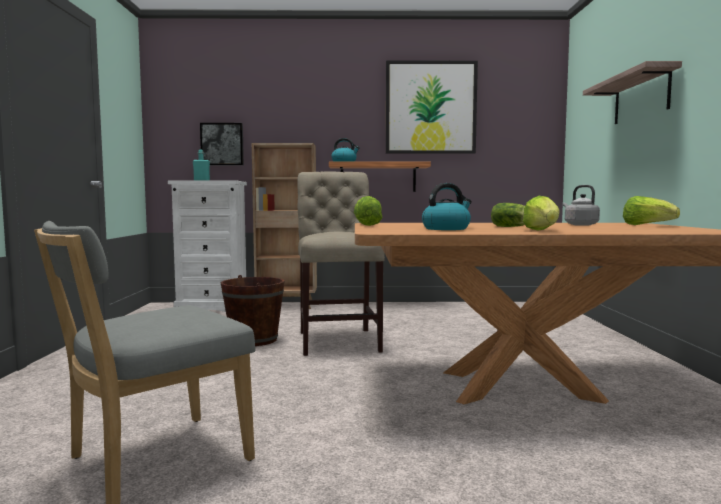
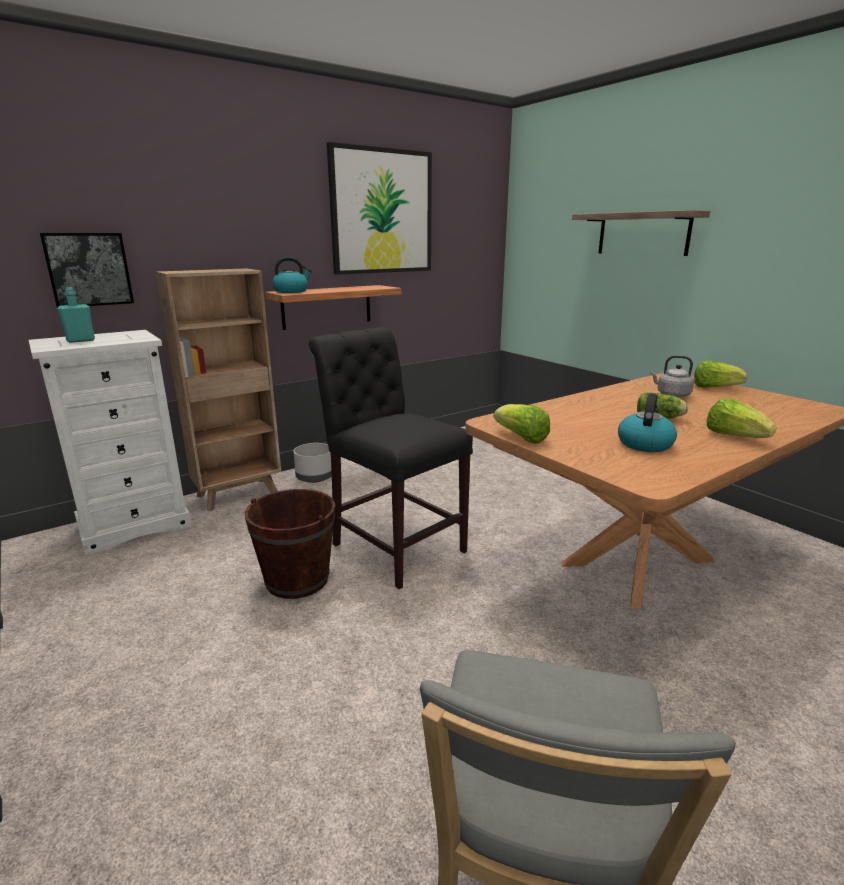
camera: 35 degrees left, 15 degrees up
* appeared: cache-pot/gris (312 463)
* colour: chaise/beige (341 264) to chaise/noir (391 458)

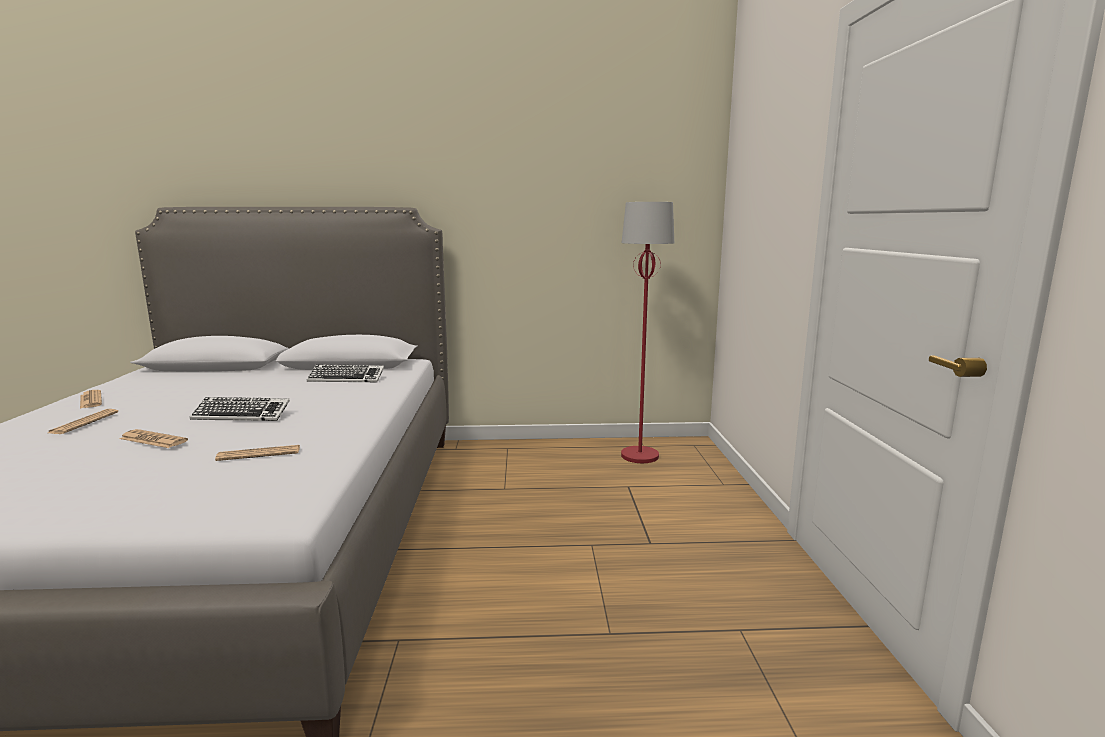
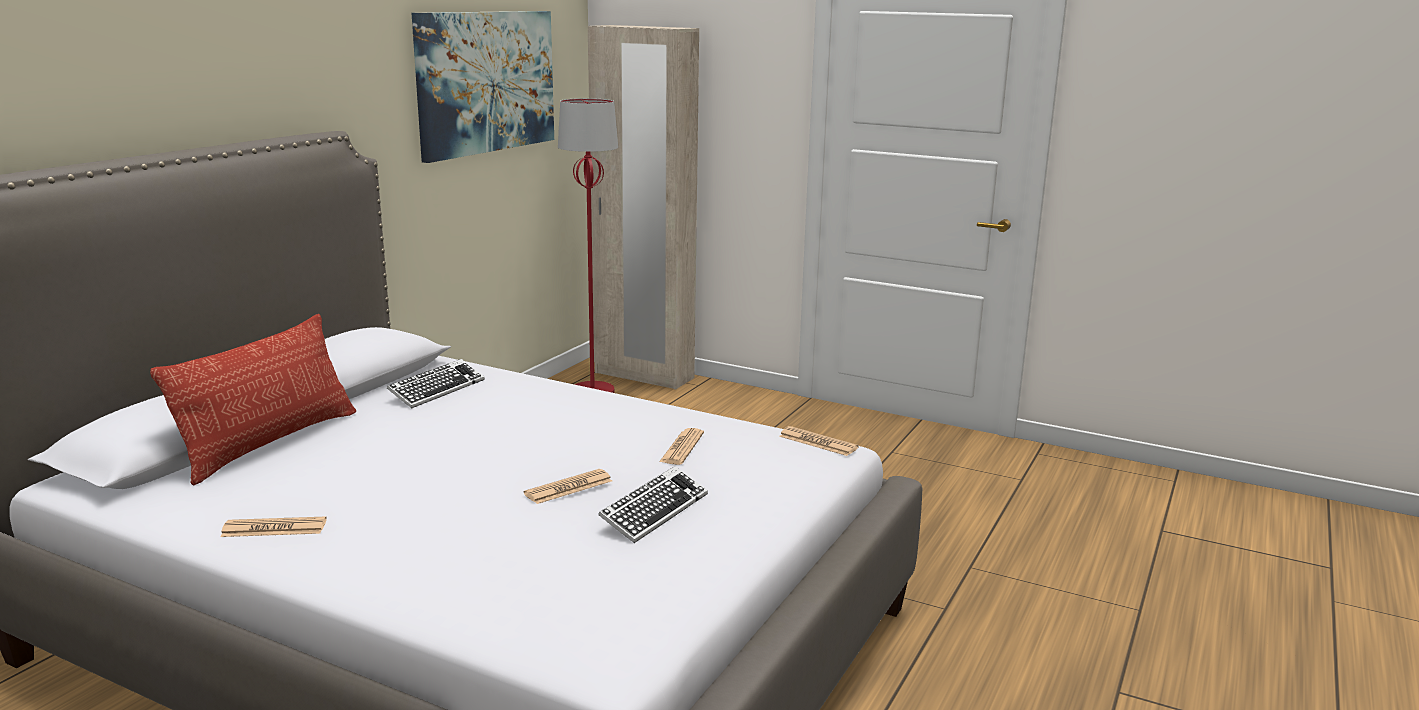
camera: 60 degrees left, 5 degrees up
* appeared: coussin (253 399)
* appeared: tableau (483 87)
* appeared: armoire/beige (643 207)
* relocated: clavier (240 409) to (653 504)
* relocated: journal (83 421) to (819 441)

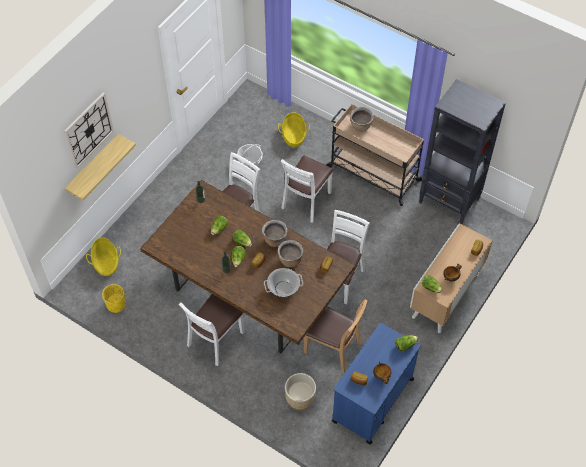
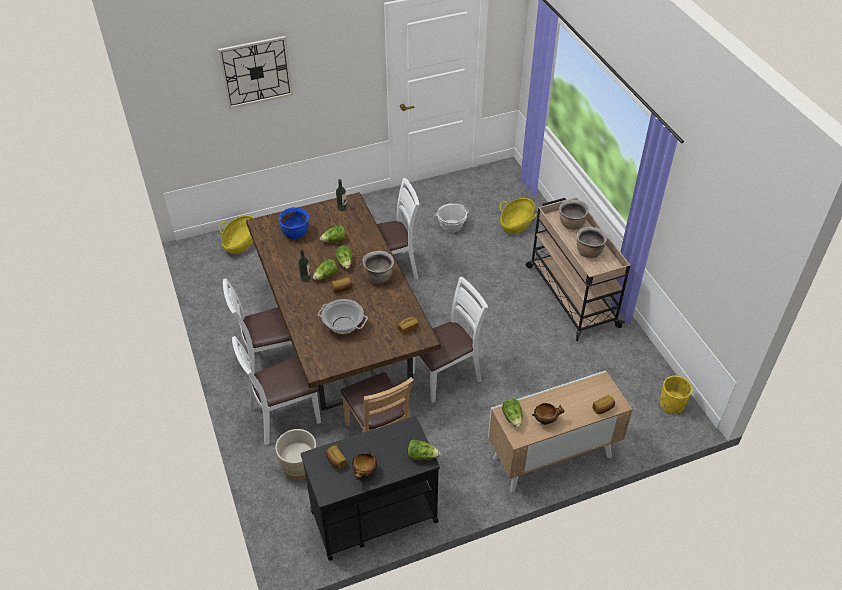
camera: 35 degrees right, 10 degrees down
* relocated: chaise/blanc (307 189) to (276 390)
* appeared: marmite/bleu (294 223)
* colour: chariot/bleu (376 383) to chariot/noir (370 488)
* relocated: marmite/marron (290 253) to (592 242)
* relocated: cache-pot/jaune (114 298) to (676 395)
* missing: étagère (100 167)
* missing: bibliothèque/noir (462 151)

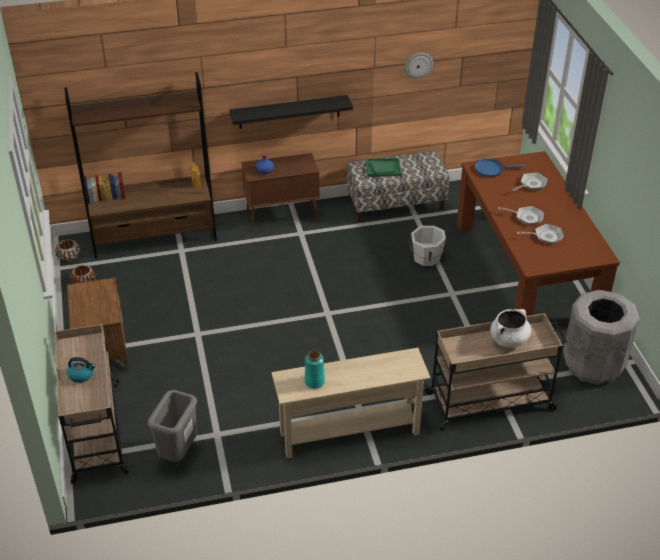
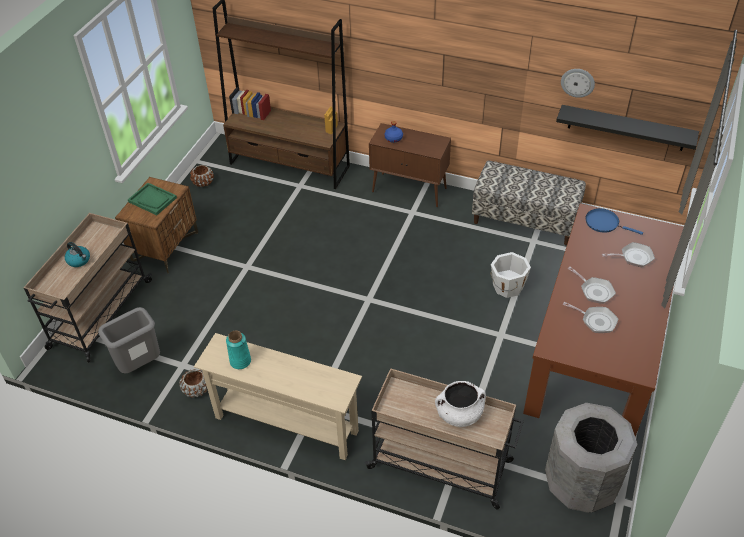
camera: 35 degrees right, 5 degrees up
* relocated: plateau/vert (383 167) to (152 199)
* relocated: cache-pot/marron (67 250) to (193 383)
* relocated: étagère/noir (291 112) to (627 128)

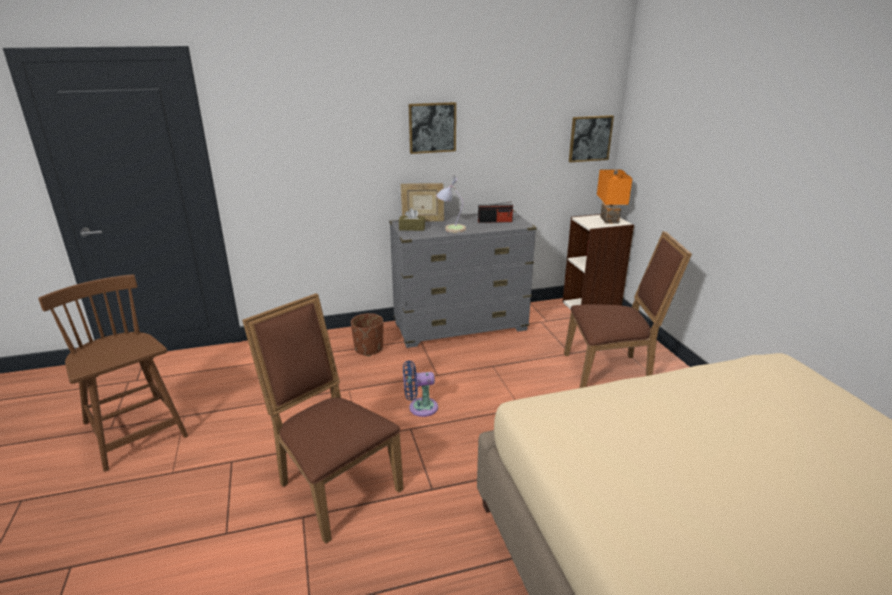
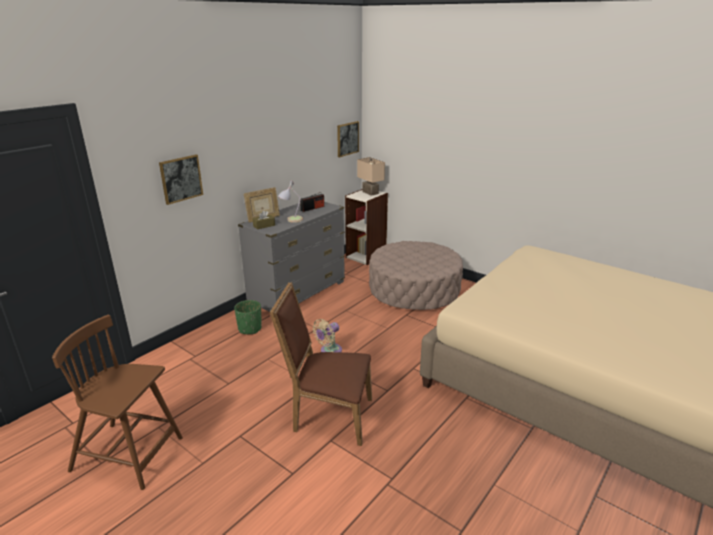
camera: 35 degrees left, 0 degrees up
* relocated: tableau (432 128) to (181 180)
* colour: cache-pot/marron (367 334) to cache-pot/vert (248 317)
* colour: ventilateur/bleu (420 389) to ventilateur/beige (327 335)
* colour: lampe de table/orange (614 196) to lampe de table/beige (371 176)
* exchanged: chaise/marron (628 309) to pouf/beige (416 275)

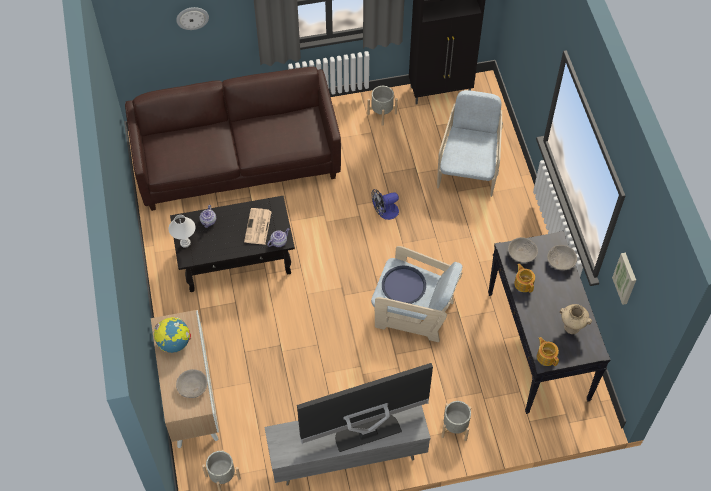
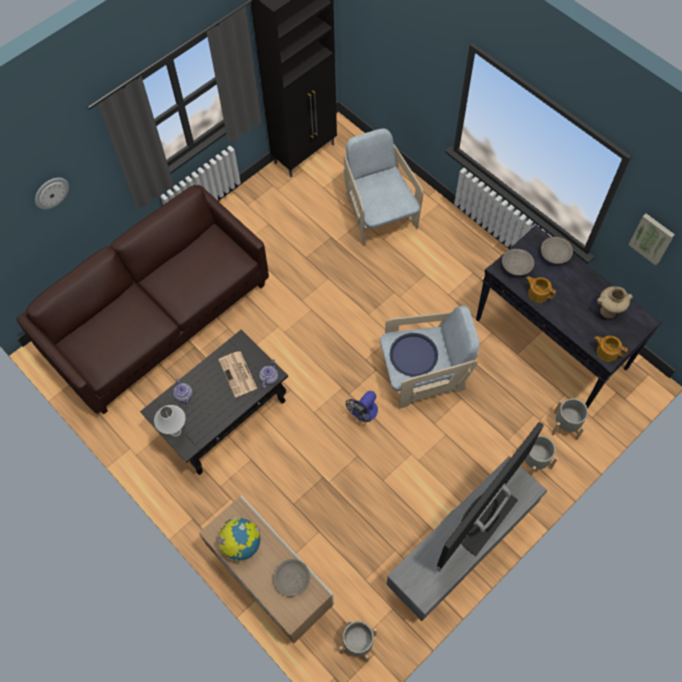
camera: 30 degrees left, 5 degrees up
* relocated: ventilateur (385 204) to (362 406)
* relocated: cache-pot/gris (382 106) to (569 419)

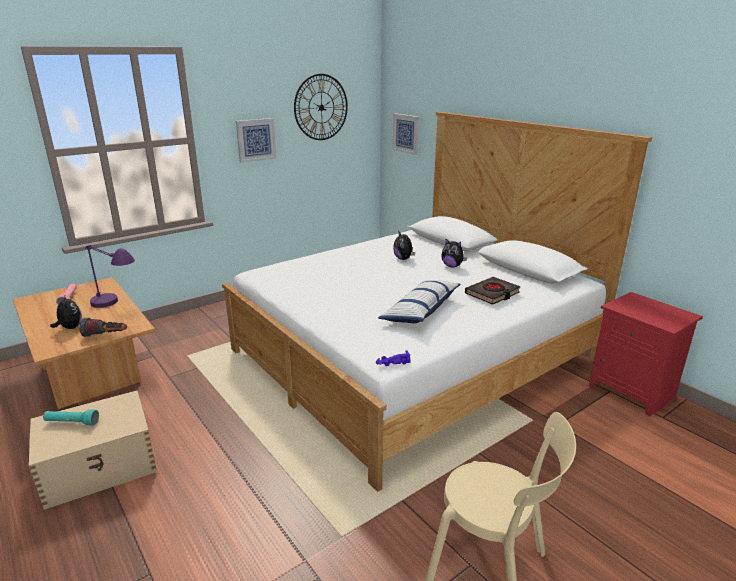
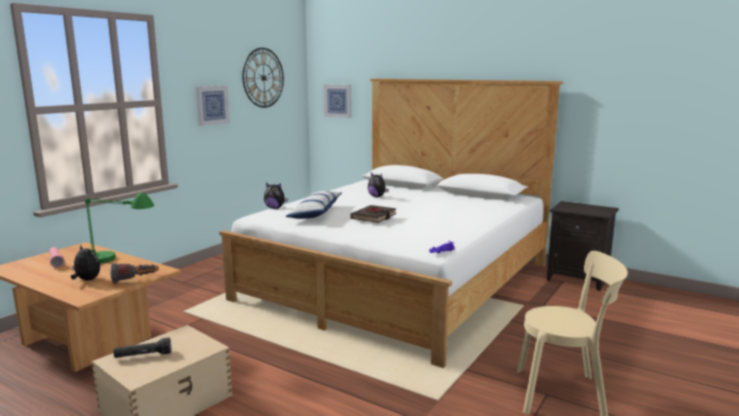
camera: 20 degrees left, 10 degrees down
* colour: lampe de table/violet (110 276) to lampe de table/vert (119 228)
* colour: lampe de poche/turquoise (71 417) to lampe de poche/noir (142 347)
* relocated: peluche (454 253) to (276 196)
* relocated: coussin (419 301) to (313 205)
* relocated: livre/noir (493 291) to (373 214)
* colour: table de chevet/rouge (646 354) to table de chevet/noir (583 246)

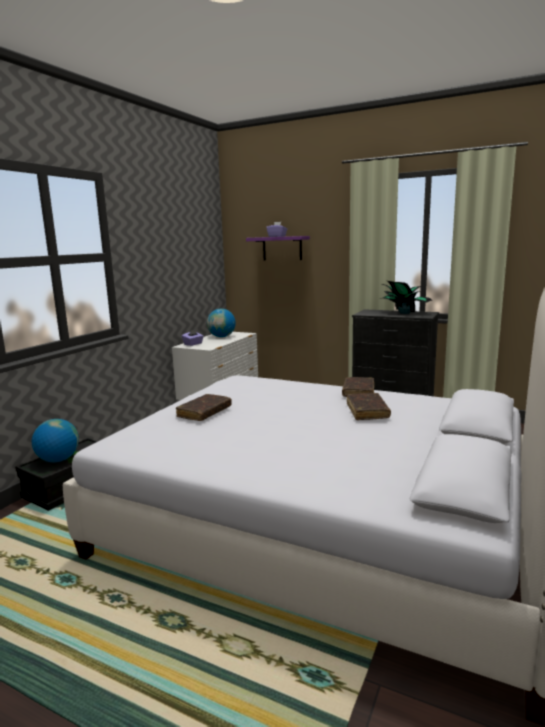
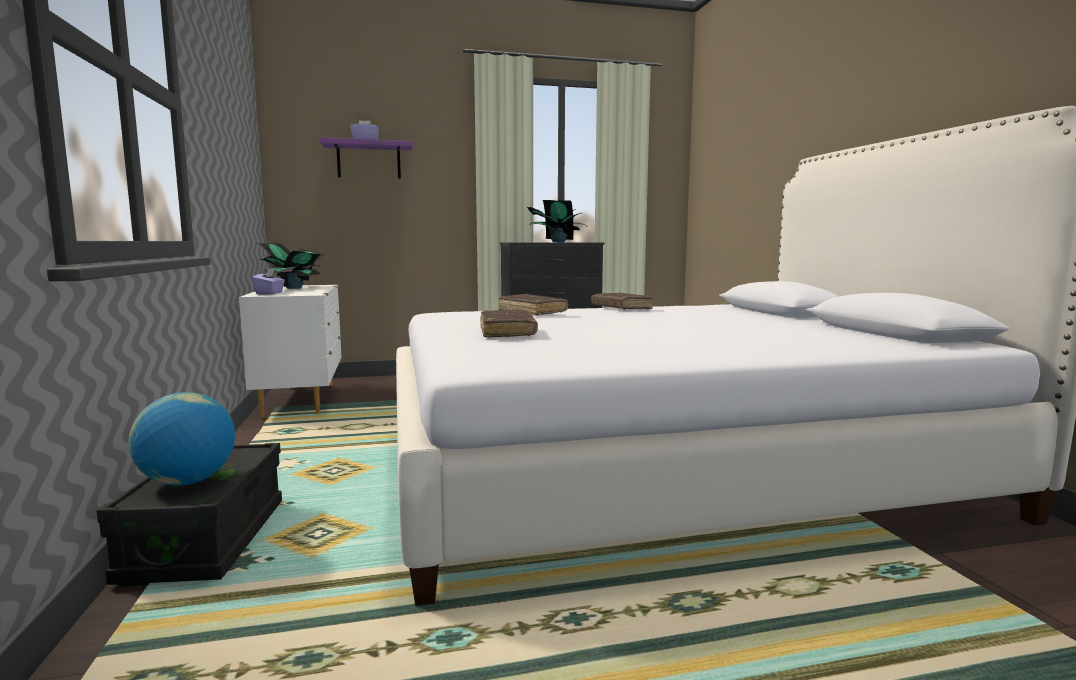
camera: 40 degrees left, 5 degrees down
* exchanged: globe (221 323) to plante en pot (291 265)
* relocated: livre/marron (369 406) to (533 305)

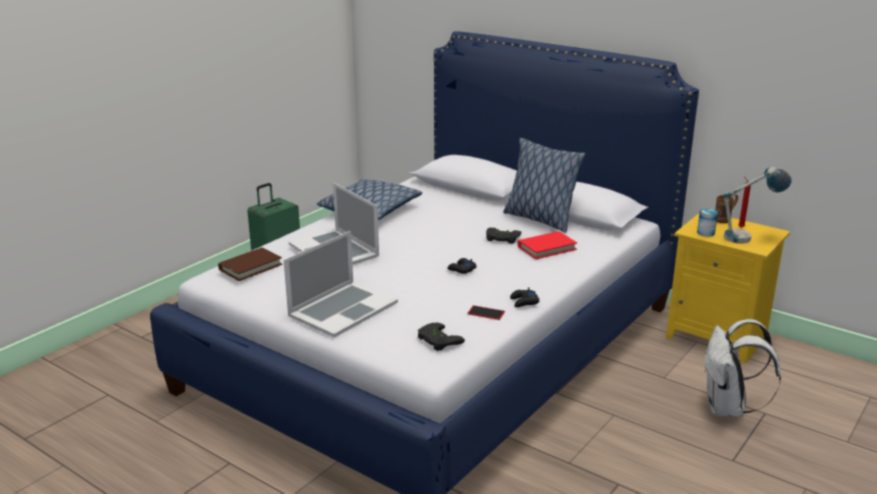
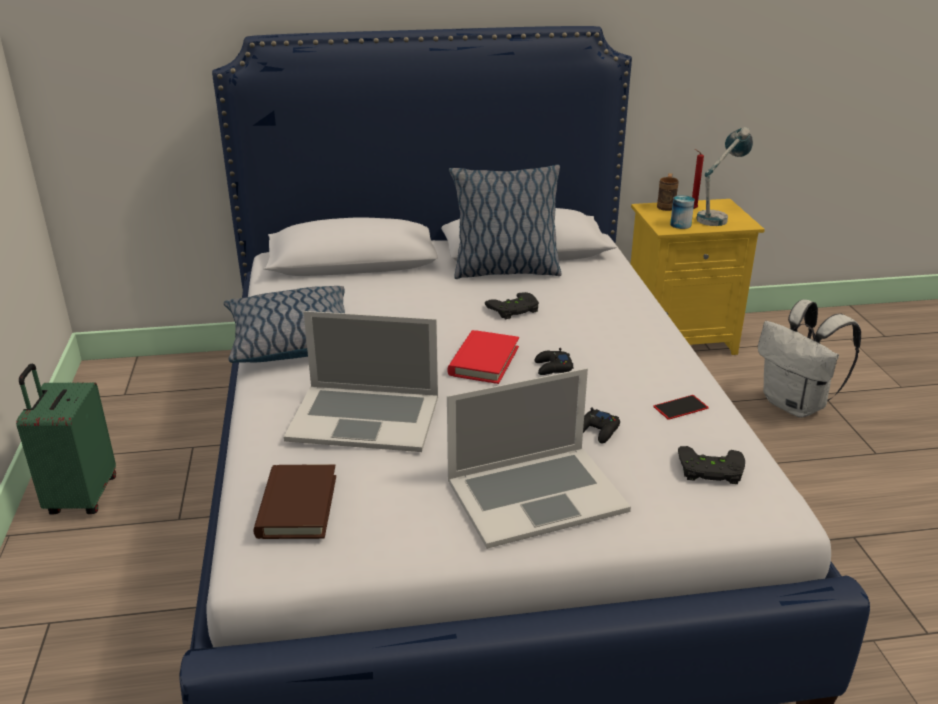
camera: 45 degrees left, 5 degrees up
* relocated: livre/rouge (547 245) to (483 357)
* spun: ordinateur portable (341 284) = (539 458) 75 degrees clockwise
* relocated: manette/noir (525 297) to (601 425)

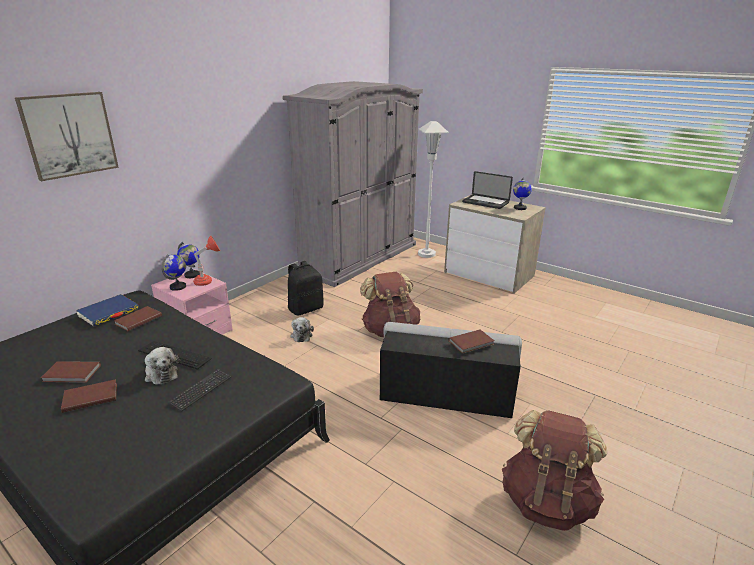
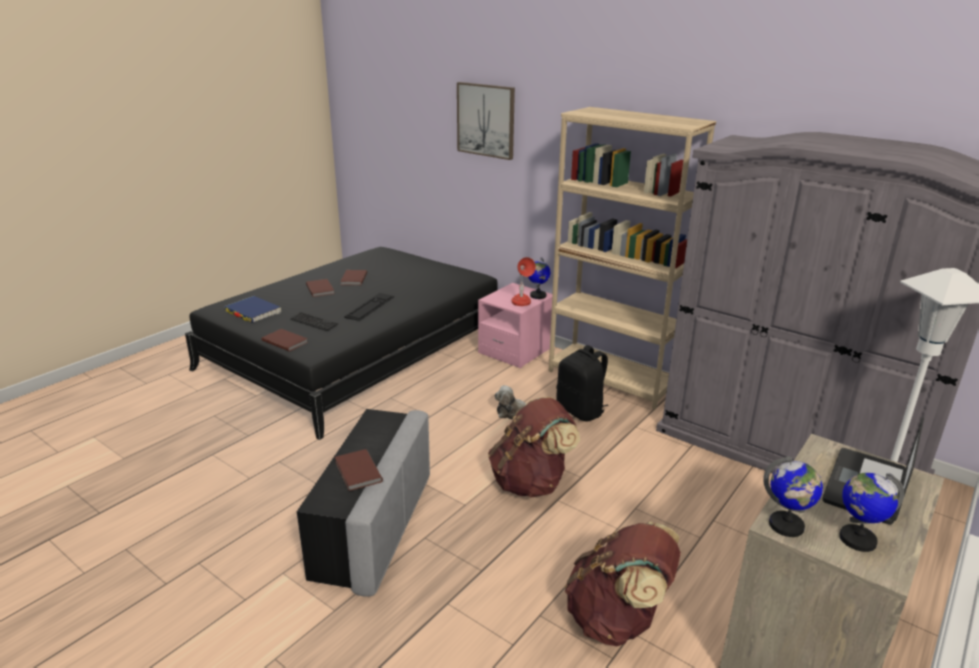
camera: 90 degrees right, 0 degrees up
* relocated: livre/bleu (107 310) to (252 309)
* relocated: livre/marron (138 318) to (285 340)
* appeared: bibliothèque/beige (632 258)
* relocated: sac à dos/marron (554 470) to (623 584)
* relocated: globe (173 272) to (793 496)
* missing: peluche (162 366)

